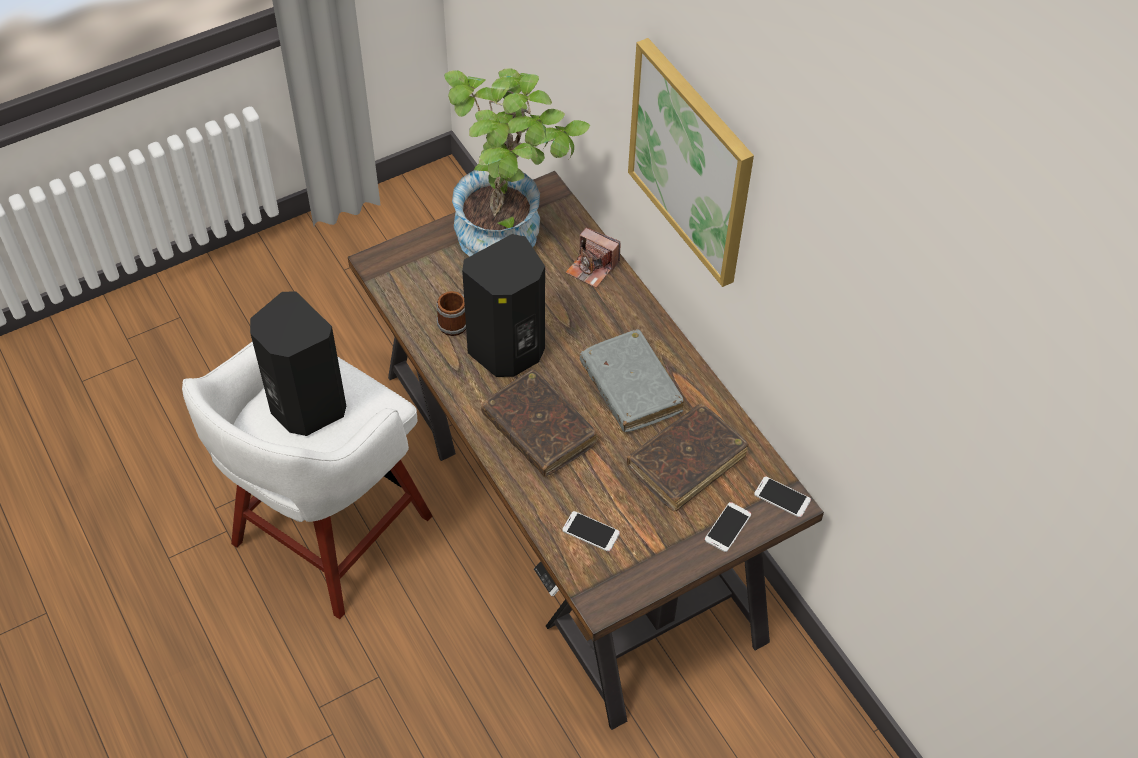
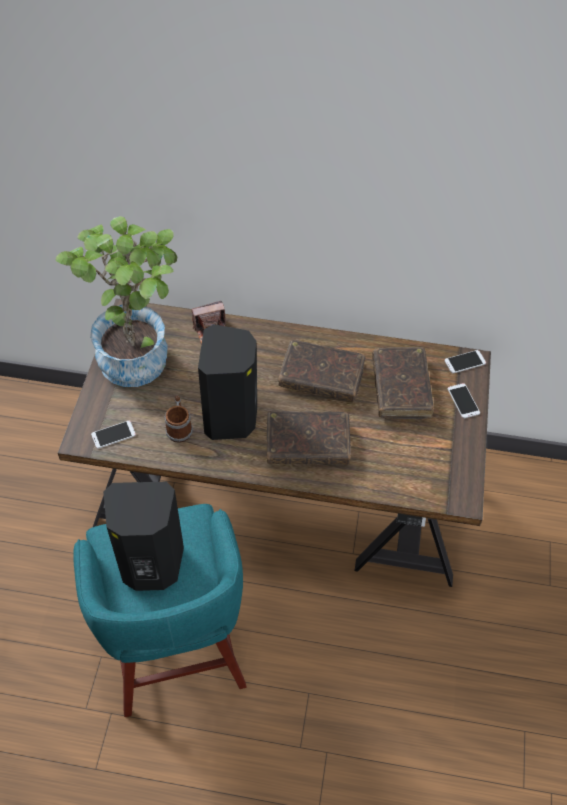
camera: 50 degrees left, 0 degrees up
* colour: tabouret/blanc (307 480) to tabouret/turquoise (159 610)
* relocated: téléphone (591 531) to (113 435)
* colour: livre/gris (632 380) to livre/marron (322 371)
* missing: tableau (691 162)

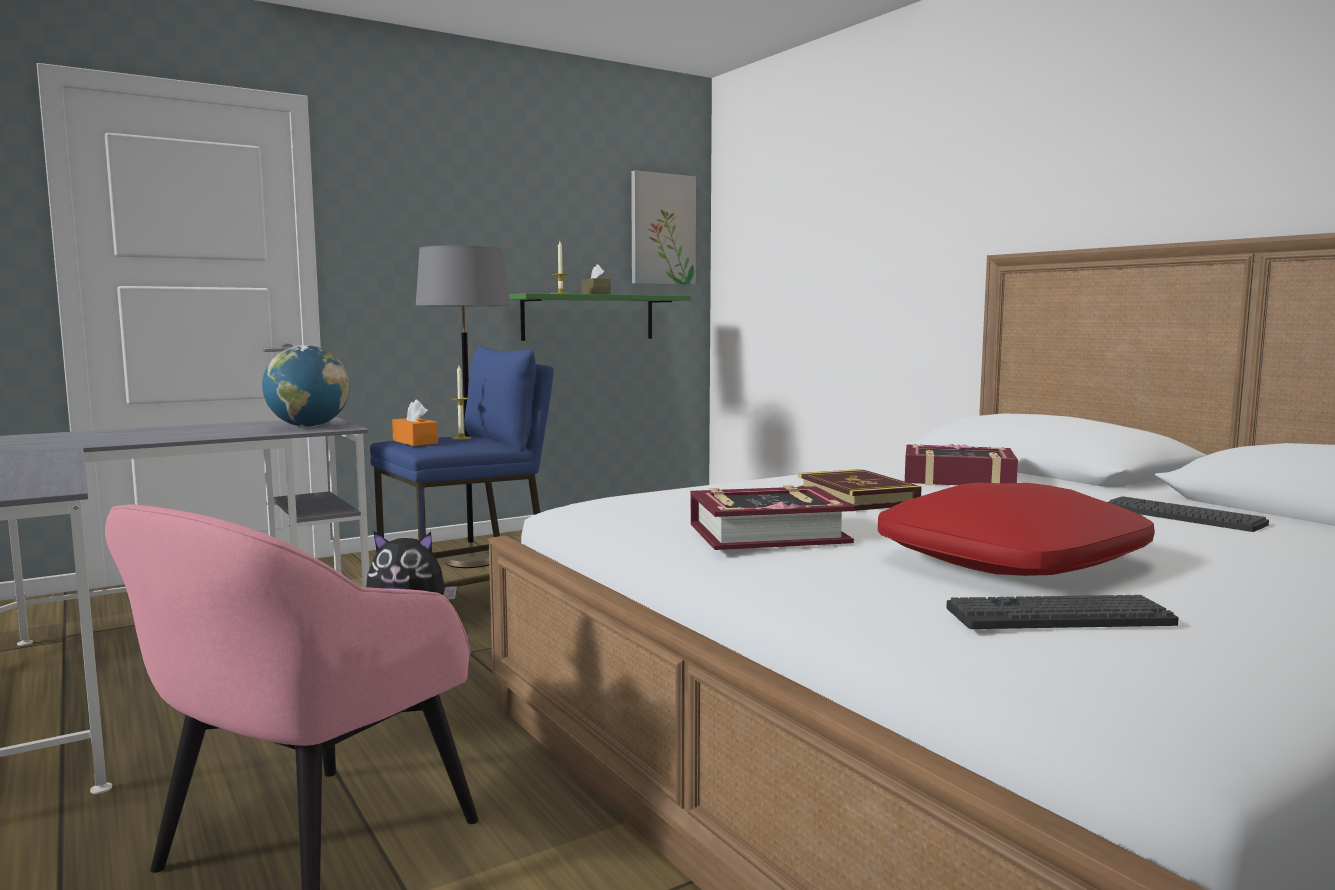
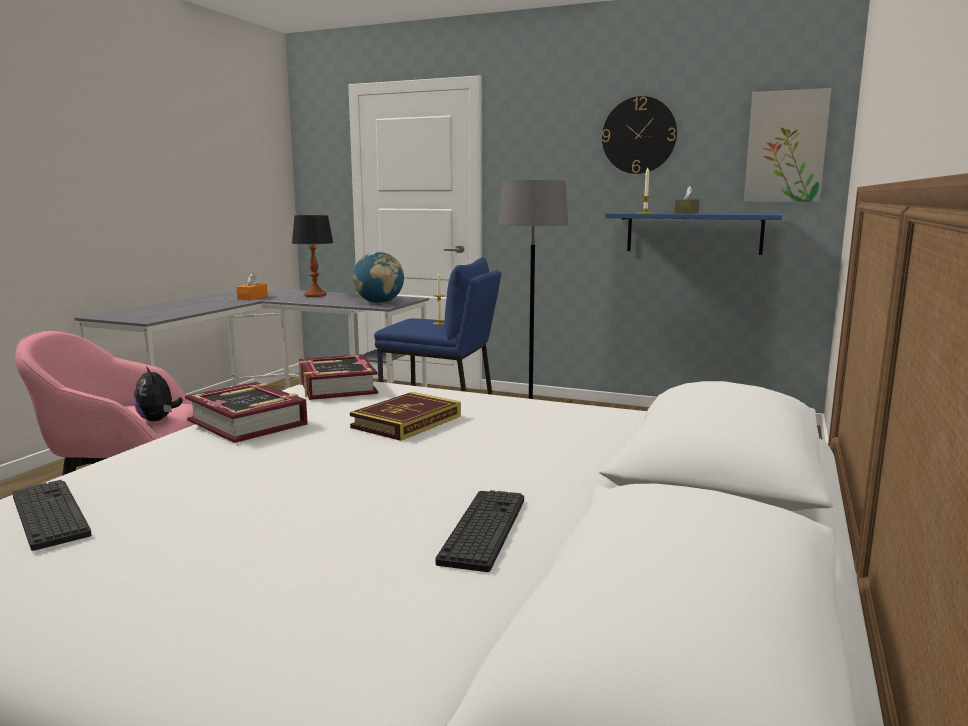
camera: 55 degrees right, 5 degrees up
* relocated: boîte à mouchoirs/orange (415 422) to (252 286)
* appeared: lampe de table (313 256)
* relocated: livre (961 465) to (338 377)
* appeared: horloge murale (639 135)
* colour: étagère/vert (600 317) to étagère/bleu (693 233)
* missing: coussin/rouge (1016 529)

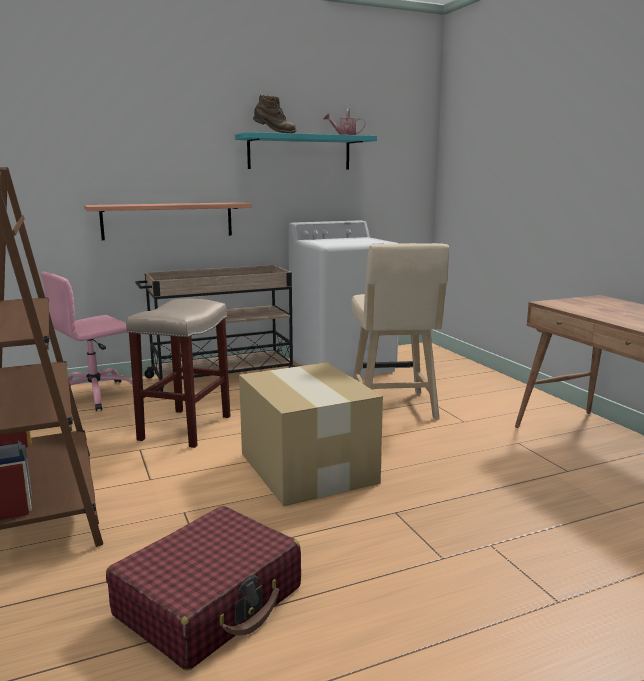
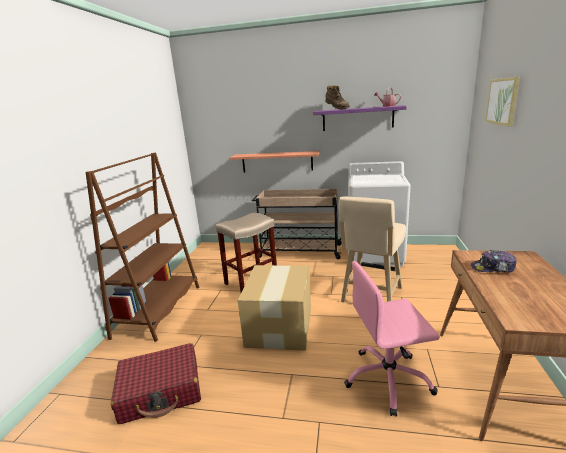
camera: 35 degrees right, 5 degrees up
* colour: étagère/turquoise (306 150) to étagère/violet (360 118)
* relocated: chaise de bureau/rose (87 341) to (392 339)
* appeared: casquette (494 261)
* appeared: tableau (502 101)

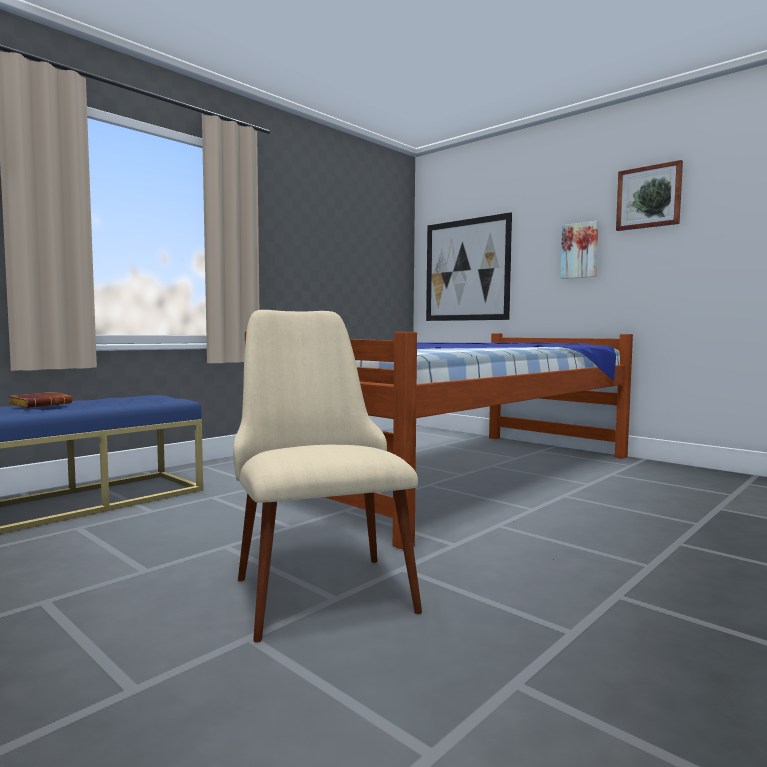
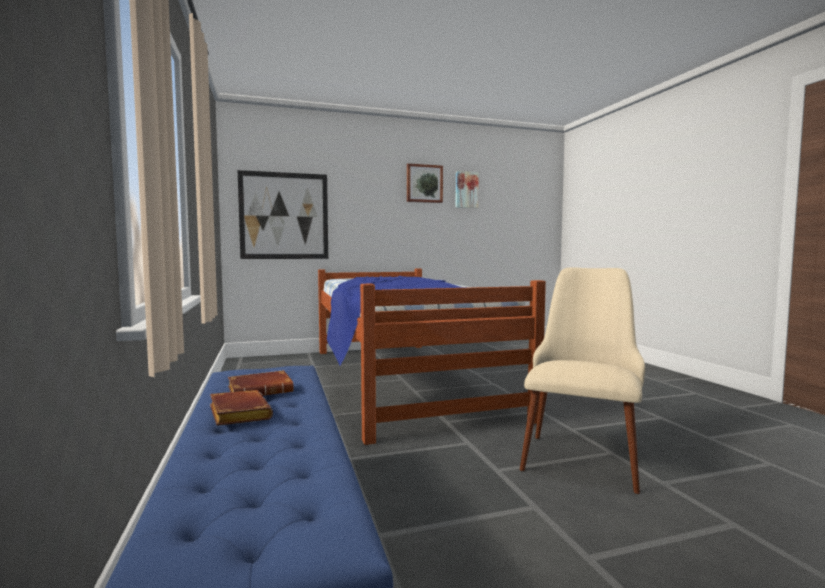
camera: 60 degrees left, 0 degrees up
* appeared: livre/marron (261 383)
* relocated: tableau (579 250) to (467 189)
* spun: chaise/beige (327 476) = (582 380) 105 degrees clockwise

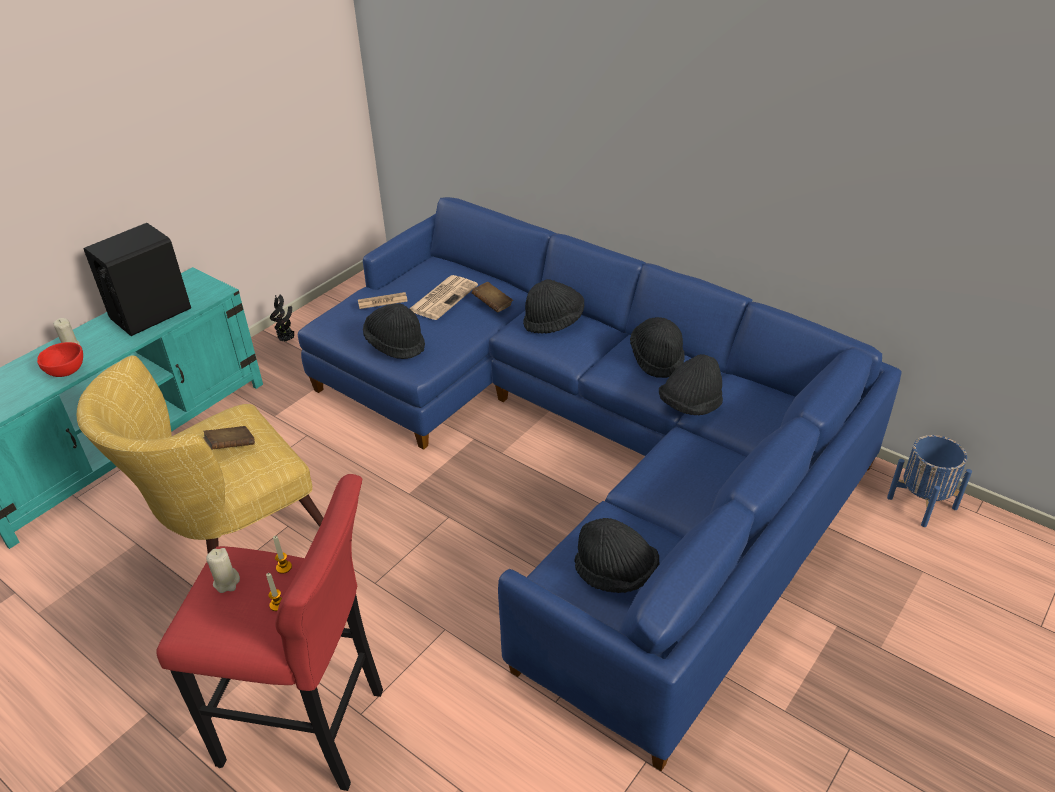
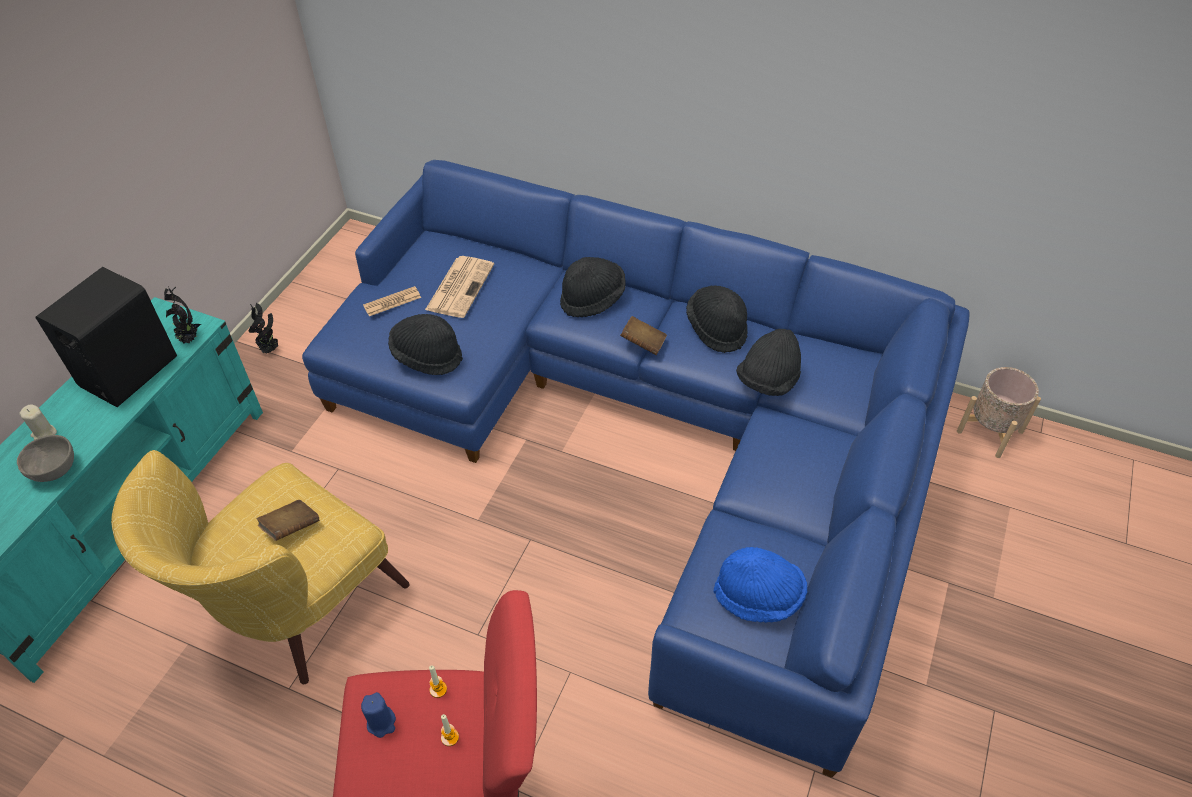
camera: 15 degrees left, 10 degrees up
* colour: bol/rouge (60 359) to bol/gris (45 458)
* appeared: plante en pot (182 314)
* colour: bougie/beige (223 570) to bougie/bleu (378 715)
* relocated: livre/marron (492 297) to (643 335)
* colour: chapeau/noir (617 555) to chapeau/bleu (760 585)
* colour: cache-pot/bleu (929 481) to cache-pot/beige (999 412)

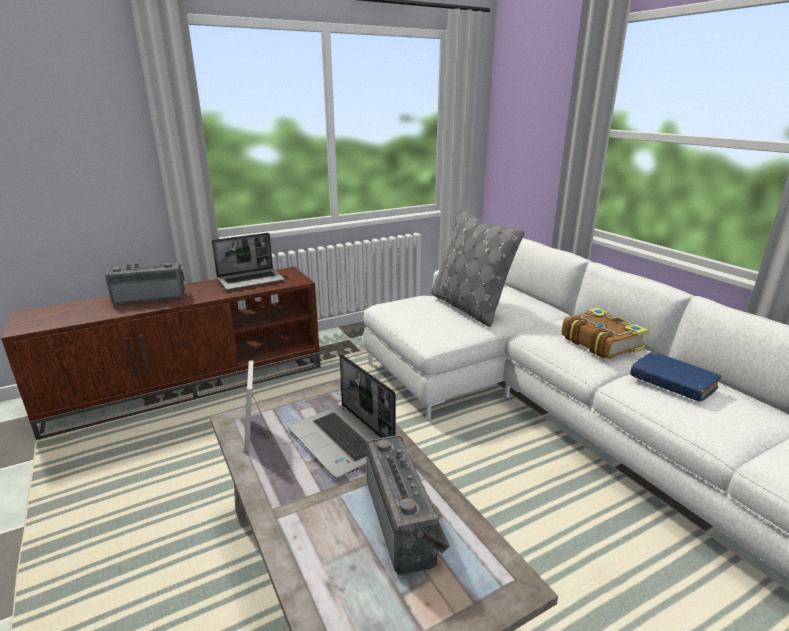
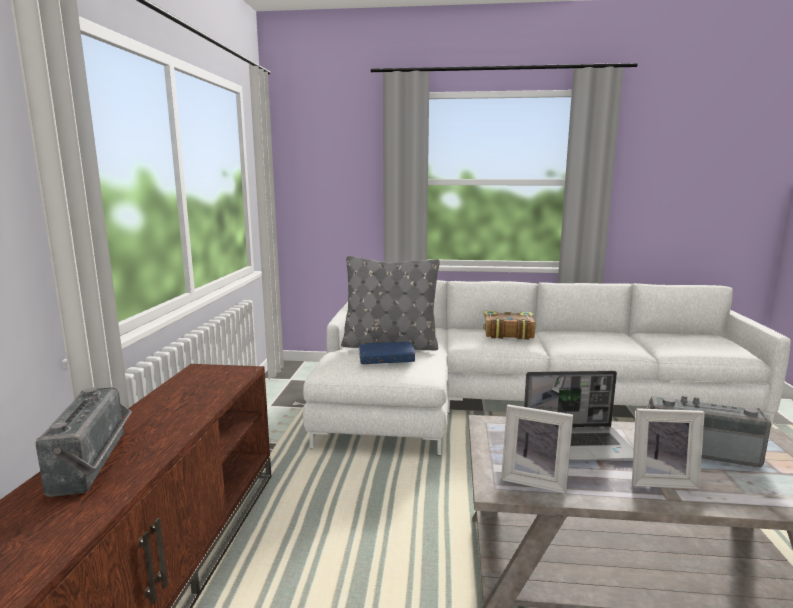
camera: 55 degrees left, 10 degrees down
* spun: radio (145 284) = (84 442) 150 degrees clockwise
* relocated: livre/bleu (675 376) to (387 353)
* appeared: cadre photo (668 448)
* missing: ordinateur portable (248 261)

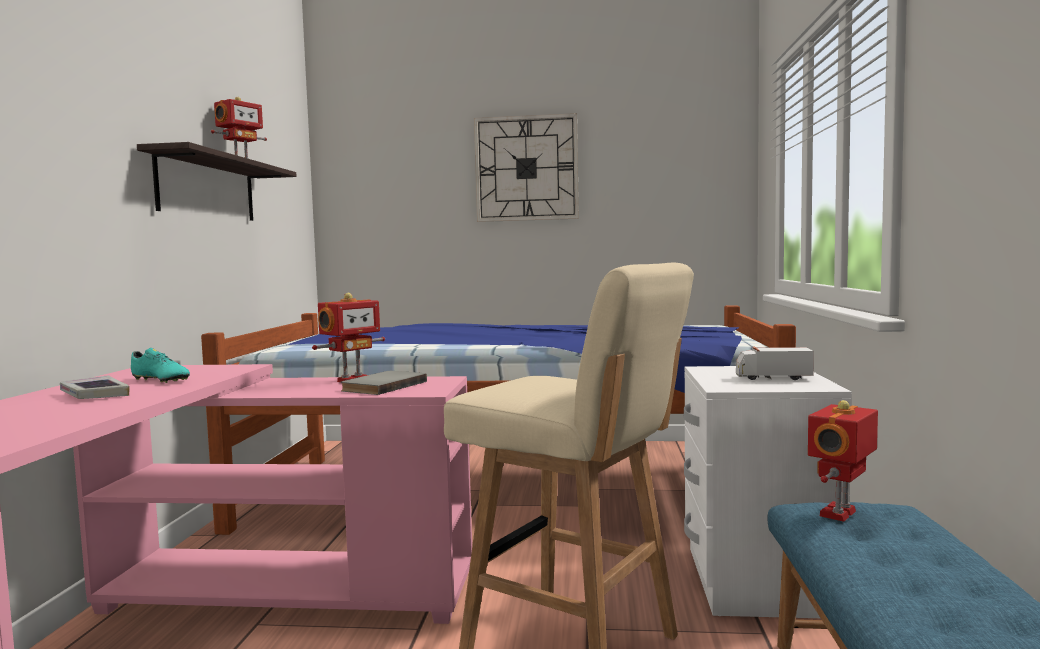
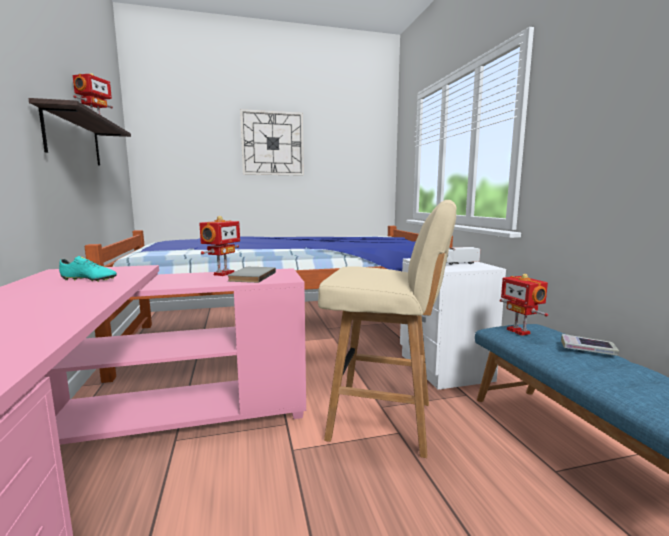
camera: 20 degrees left, 5 degrees up
* spun: robot jouet (843 461) = (524 305) 45 degrees counterclockwise
* relocated: livre (94 387) to (590 345)

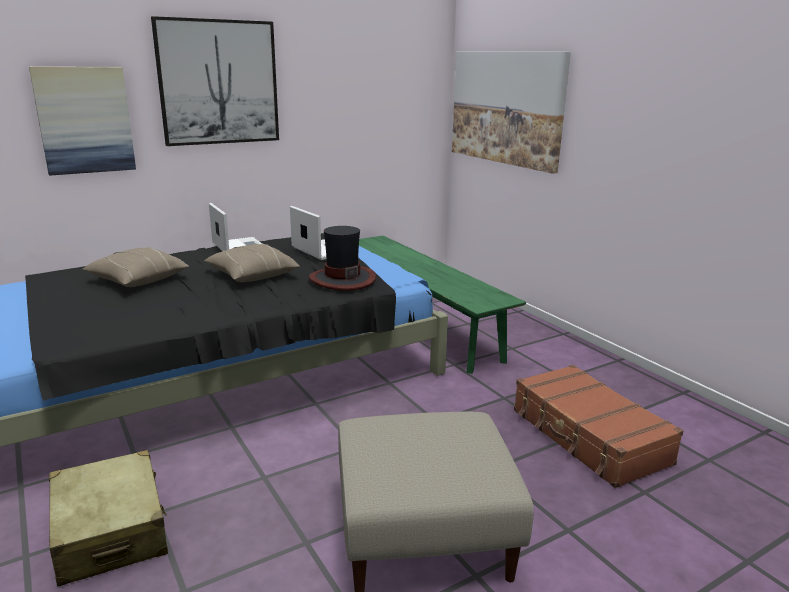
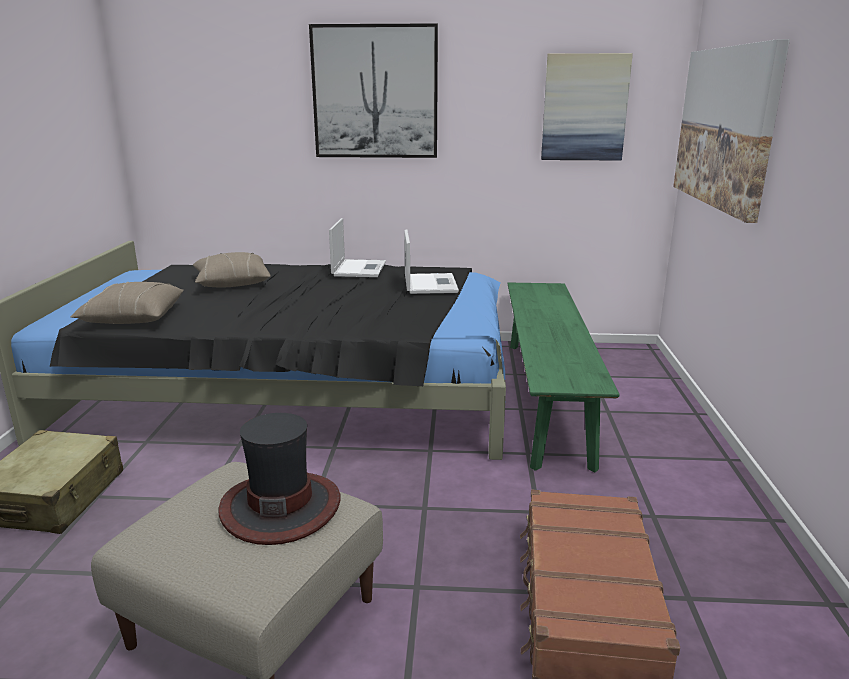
camera: 35 degrees right, 0 degrees up
* relocated: coussin/beige (252 263) to (127 303)
* relocated: chapeau (342 258) to (279 479)
* relocated: tableau (82 121) to (587 107)

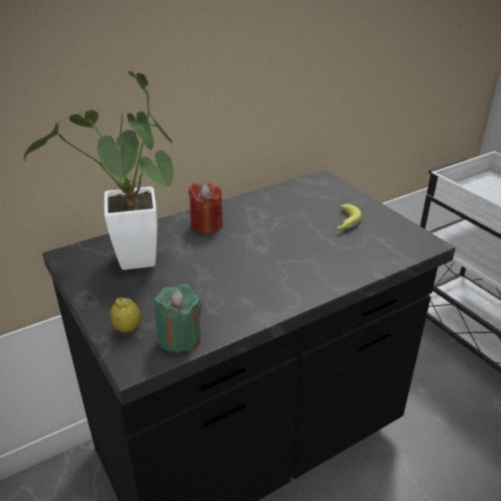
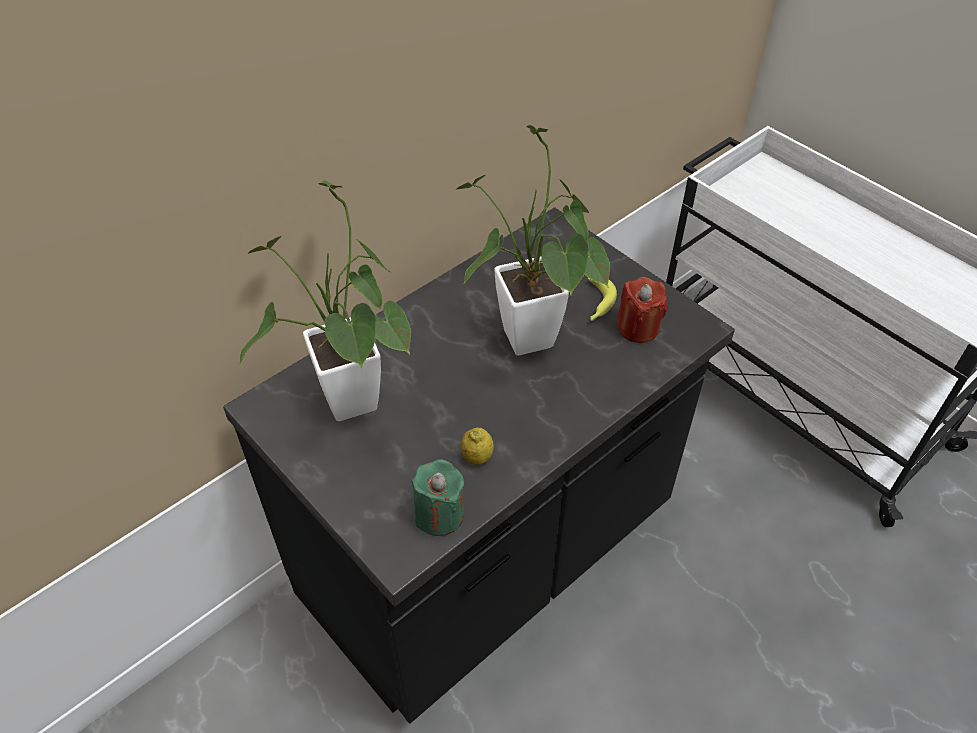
camera: 10 degrees left, 15 degrees up
* appeared: plante en pot (532 240)
* relocated: citron (125 315) to (477 446)
* relocated: bougie/rouge (205 208) to (642 310)

